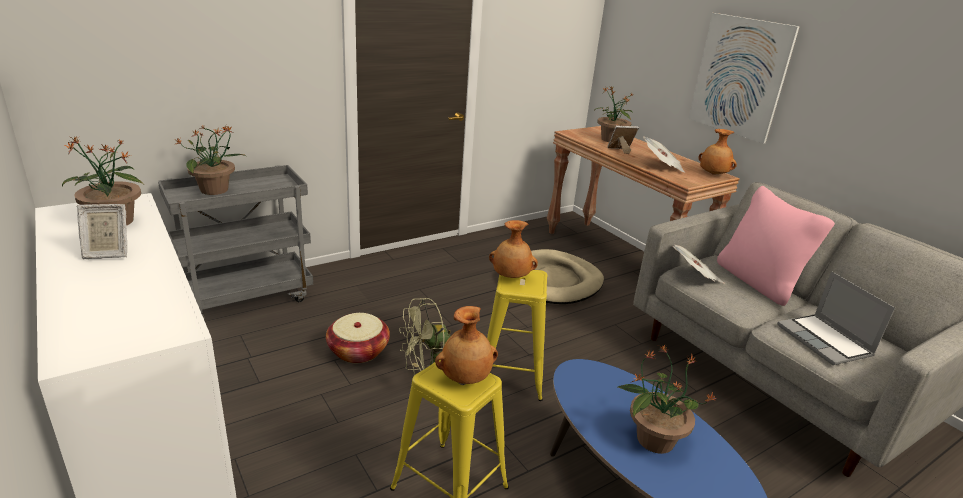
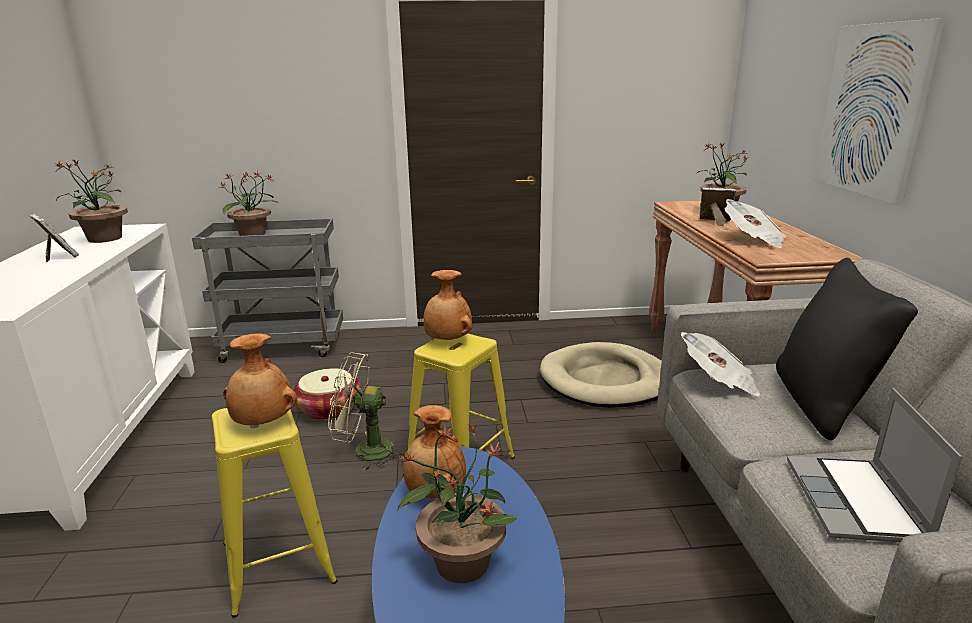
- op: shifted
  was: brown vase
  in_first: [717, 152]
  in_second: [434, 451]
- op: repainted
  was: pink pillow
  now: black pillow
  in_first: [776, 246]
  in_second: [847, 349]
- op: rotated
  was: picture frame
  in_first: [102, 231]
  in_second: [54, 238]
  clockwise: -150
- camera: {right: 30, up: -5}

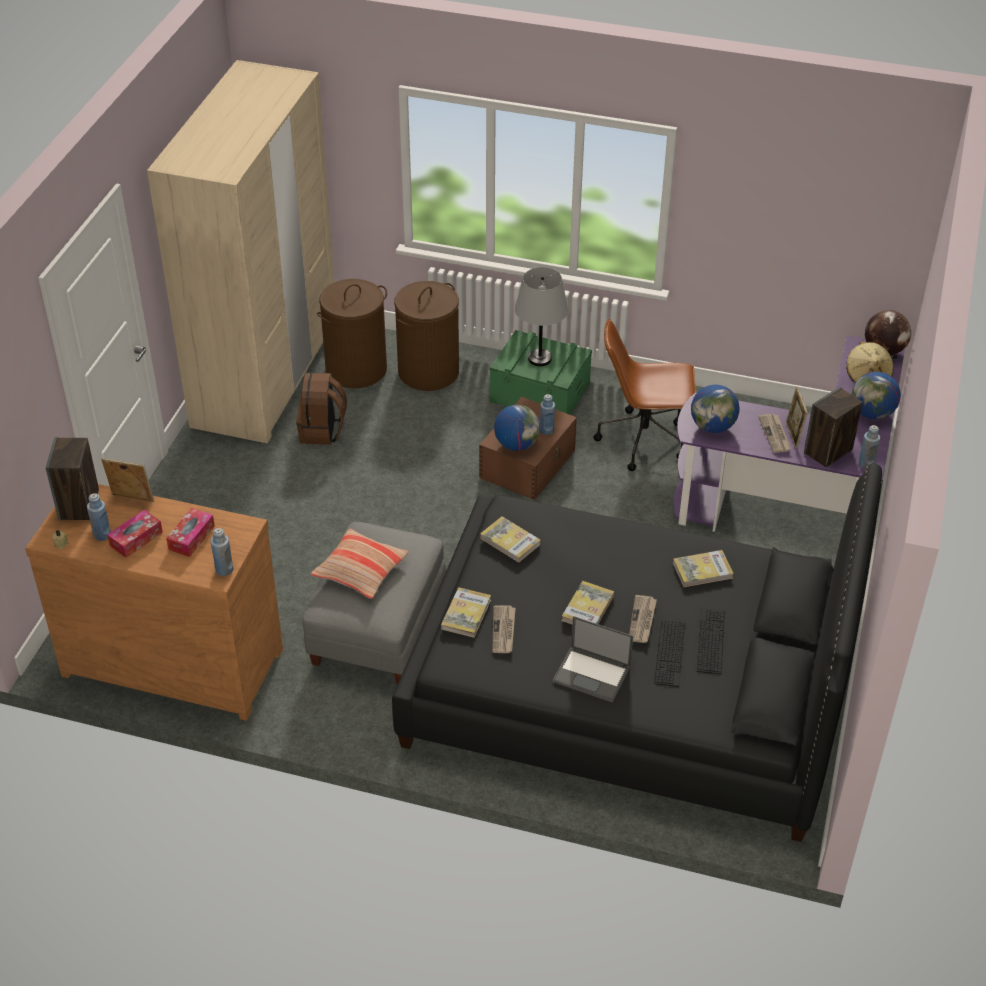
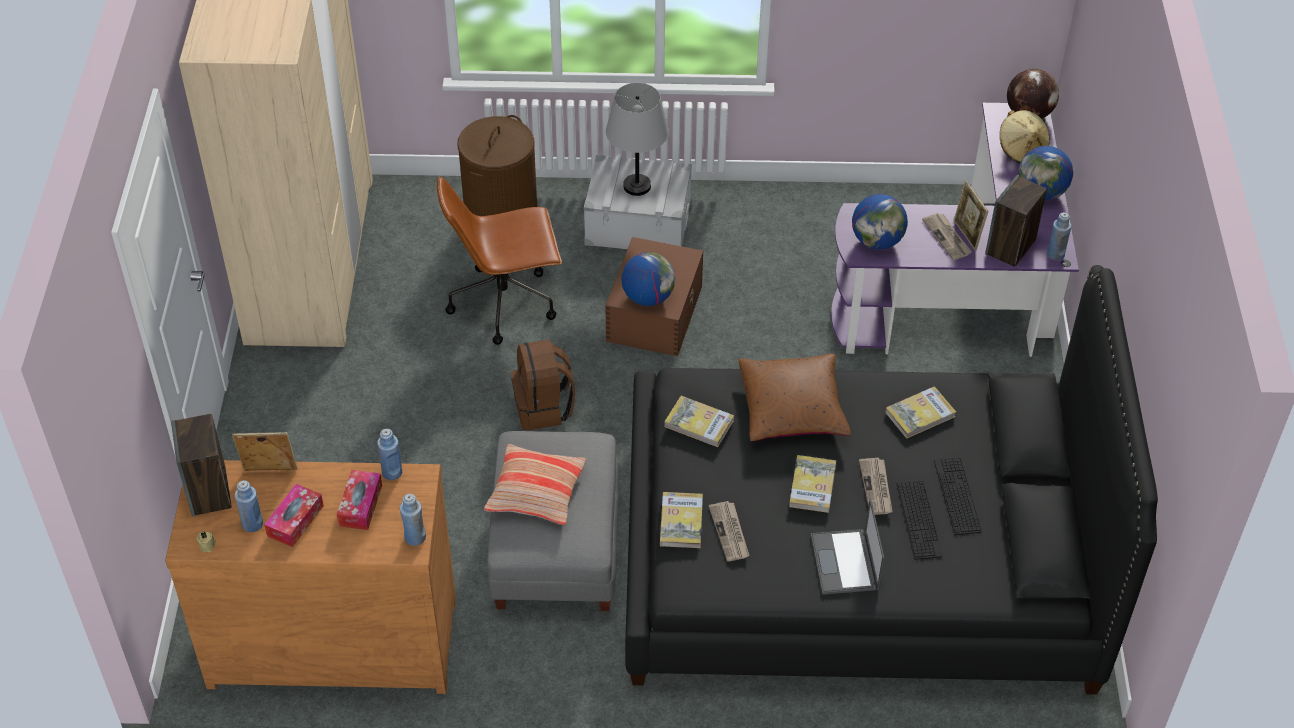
- op: gone
  was: brown laundry basket
  in_first: [352, 333]
- op: shifted
  was: brown office chair
  in_first: [644, 395]
  in_second: [499, 260]
- op: repainted
  was: green storage box
  now: grey storage box
  in_first: [540, 372]
  in_second: [638, 201]
- op: shifted
  was: brown backpack
  in_first: [321, 409]
  in_second: [543, 384]
- op: shifted
  was: blue bottle
  in_first: [547, 414]
  in_second: [389, 454]
- op: rotated
  was: laptop
  in_first: [593, 659]
  in_second: [847, 547]
  clockwise: 75
- op: new
  now: brown pillow
  in_second: [794, 397]
- camera: {right: -15, up: 5}

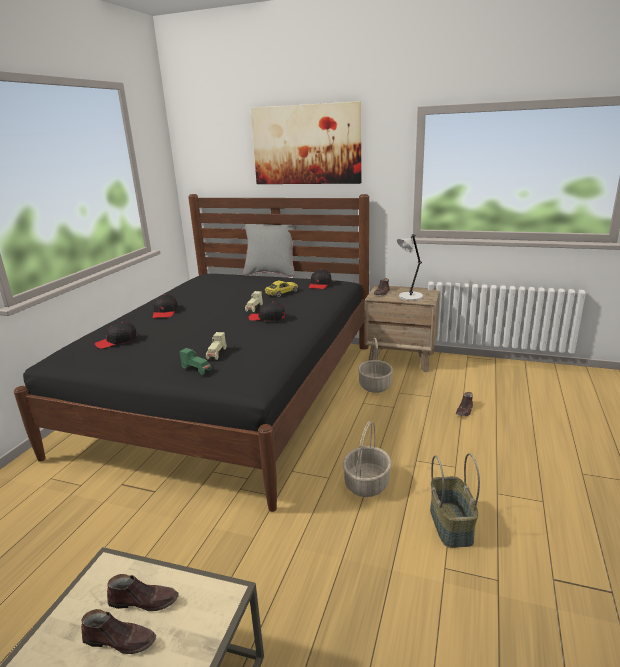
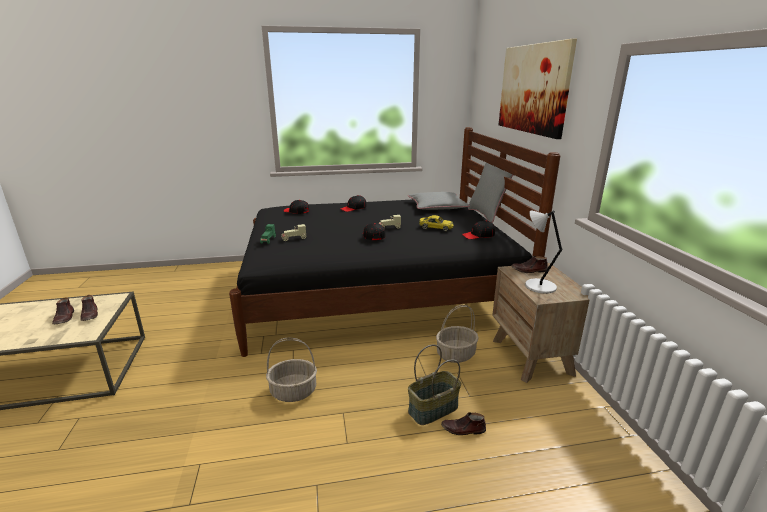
- op: shifted
  was: basket
  in_first: [455, 500]
  in_second: [434, 385]
- op: new
  now: grey pillow
  in_second: [439, 201]
- camera: {right: 60, up: 0}

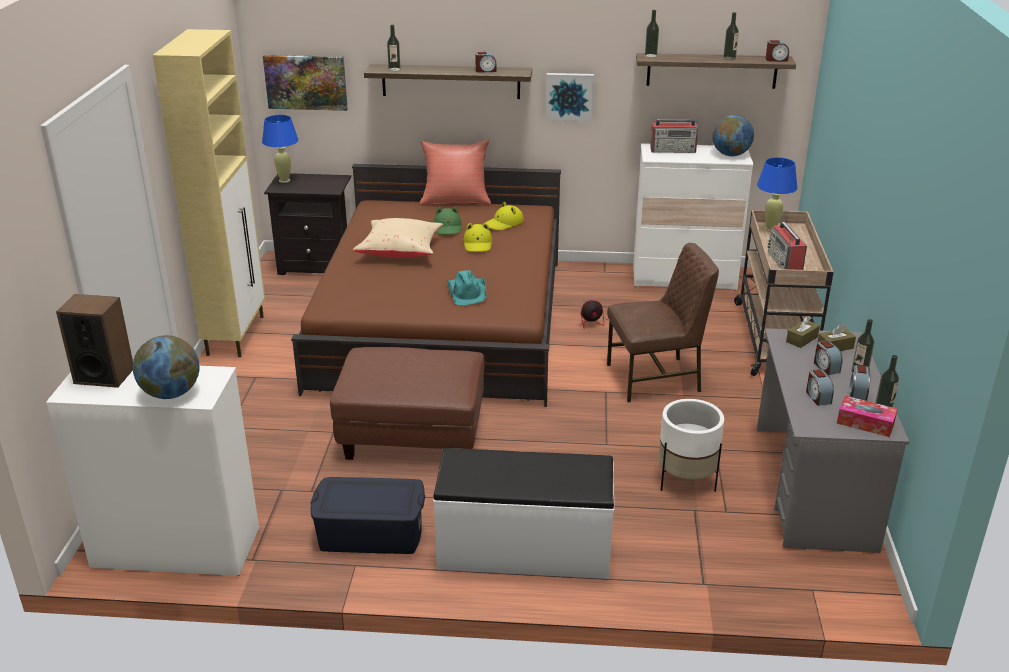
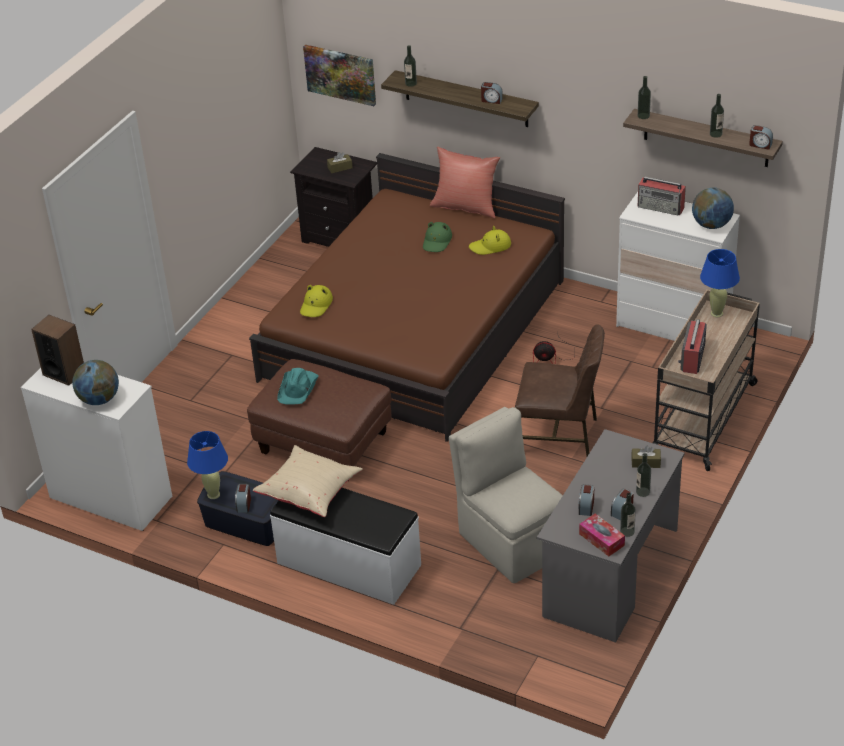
- op: gone
  was: beige cabinet
  in_first: [208, 193]
- op: gone
  was: picture
  in_first: [570, 97]
- op: shifted
  was: blue table lamp
  in_first: [280, 149]
  in_second: [207, 465]
- op: shifted
  was: beige pillow
  in_first: [398, 238]
  in_second: [308, 481]
- op: shifted
  was: yellow hat
  in_first: [477, 237]
  in_second: [316, 301]
- op: shifted
  was: turquoise hat
  in_first: [466, 287]
  in_second: [298, 386]
- op: shifted
  was: brown tissue box
  in_first: [803, 332]
  in_second: [340, 162]
- op: shifted
  was: alarm clock
  in_first: [828, 357]
  in_second: [243, 498]
- op: swapped
  was: white planter
  now: beige chair
  in_first: [691, 445]
  in_second: [506, 495]
- camera: {right: 25, up: 10}

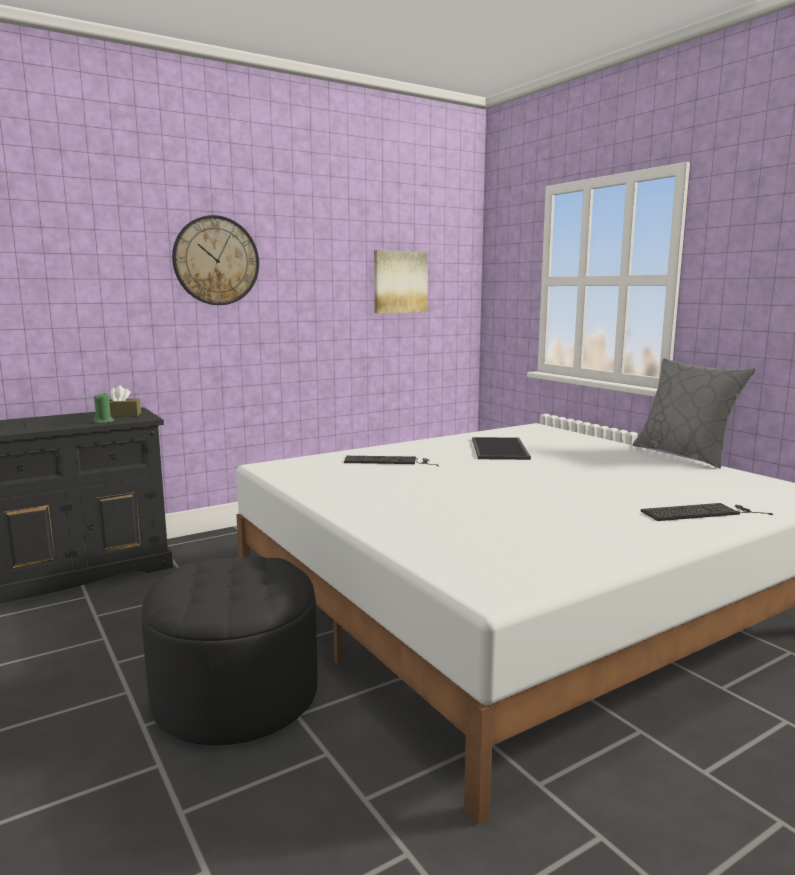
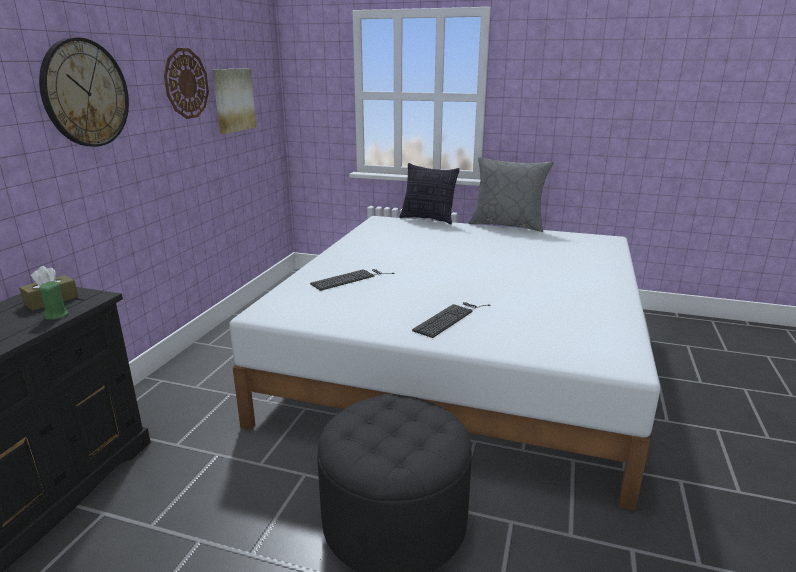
- op: gone
  was: tray
  in_first: [501, 448]
- op: shifted
  was: keyboard
  in_first: [707, 512]
  in_second: [451, 320]
- op: new
  now: wall clock
  in_second: [186, 83]
- op: new
  now: pillow
  in_second: [430, 193]
- camera: {right: -40, up: 10}

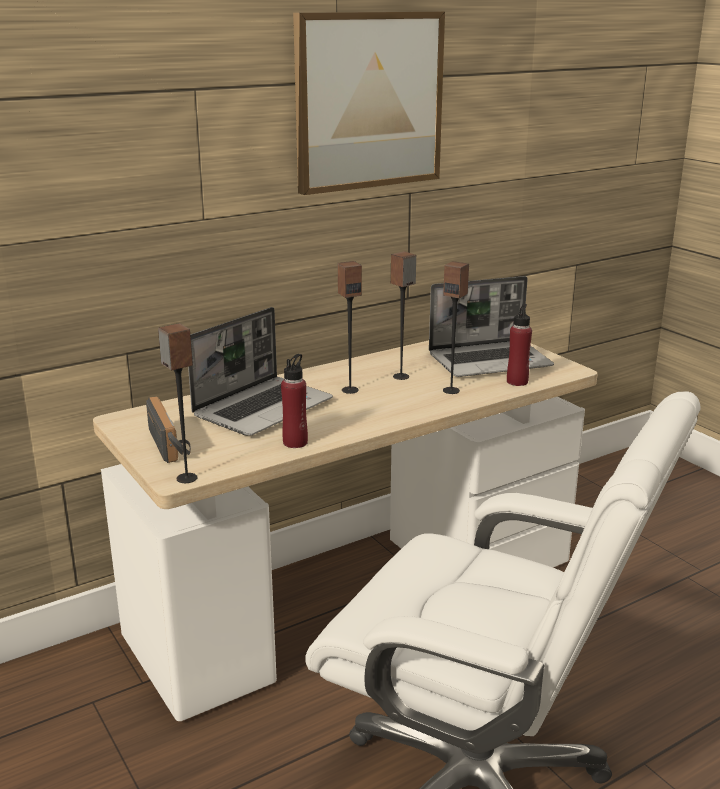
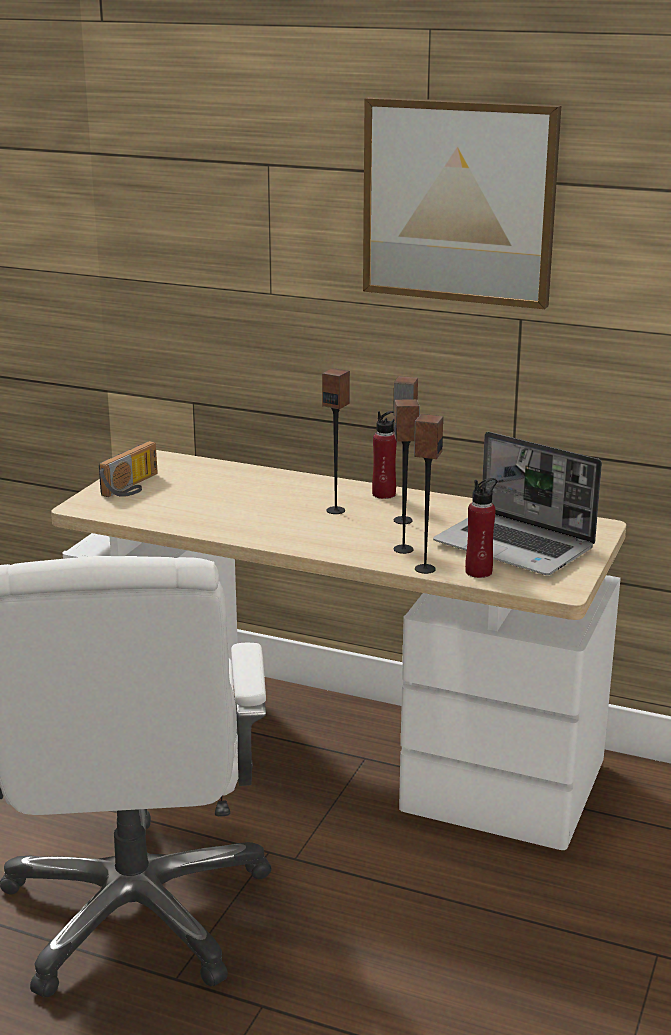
- op: gone
  was: laptop
  in_first: [260, 371]
- op: shifted
  was: speaker
  in_first: [177, 403]
  in_second: [428, 494]
- op: shifted
  was: red bottle
  in_first: [294, 401]
  in_second: [384, 455]
- camera: {right: 55, up: 0}

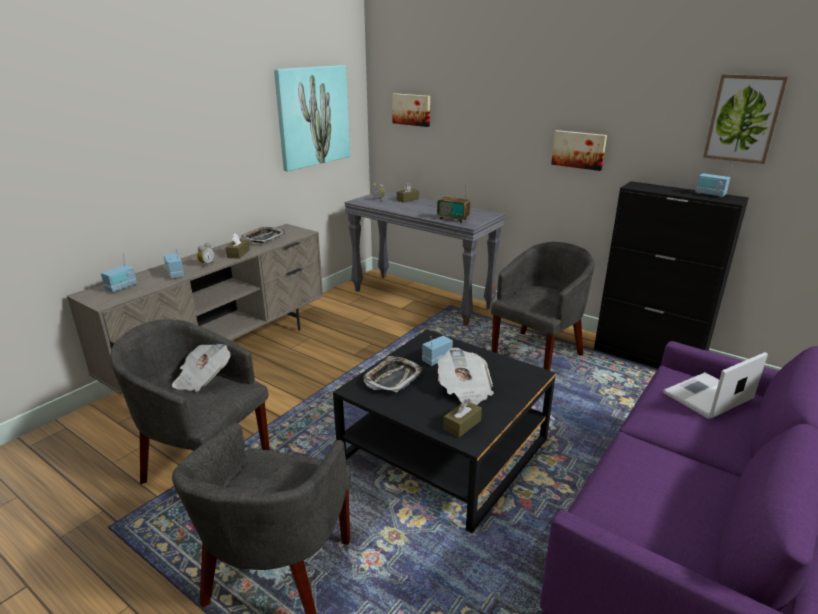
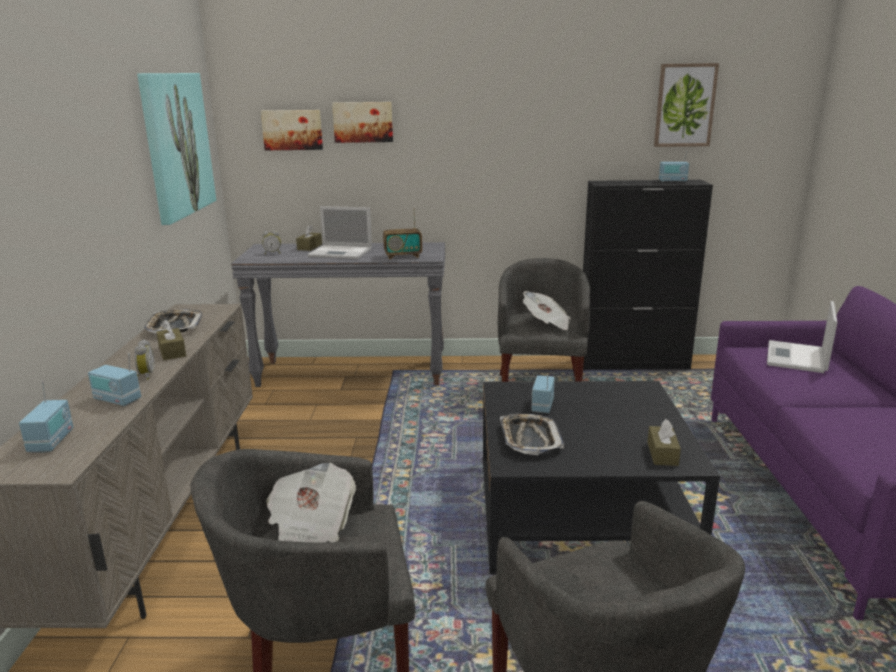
- op: shifted
  was: picture
  in_first: [579, 150]
  in_second: [362, 122]
- op: shifted
  was: newspaper
  in_first: [466, 376]
  in_second: [547, 310]
- op: new
  now: laptop
  in_second: [339, 232]
- camera: {right: -35, up: -5}

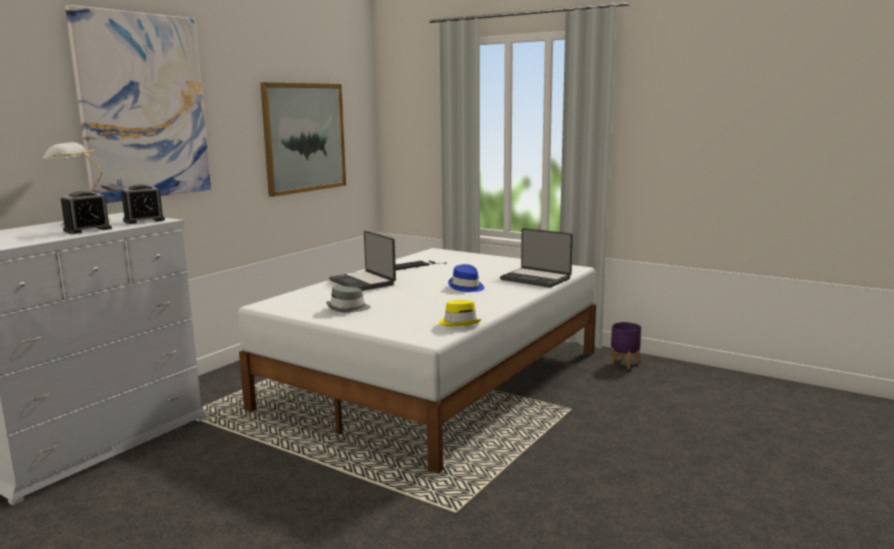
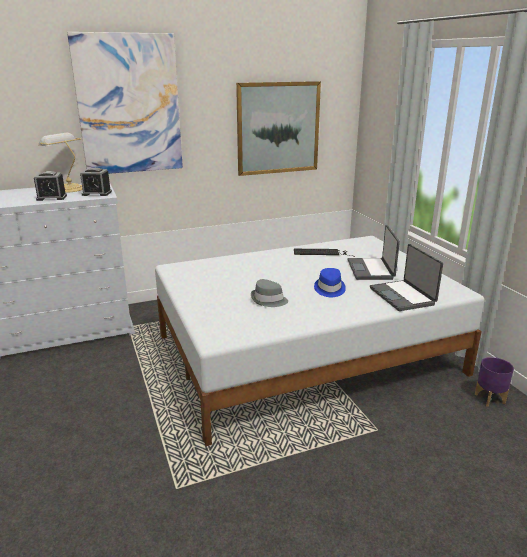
- op: shifted
  was: laptop
  in_first: [362, 261]
  in_second: [373, 252]
- op: shifted
  was: grey hat
  in_first: [348, 299]
  in_second: [269, 293]
- op: gone
  was: yellow hat
  in_first: [460, 313]
- camera: {right: 35, up: 10}

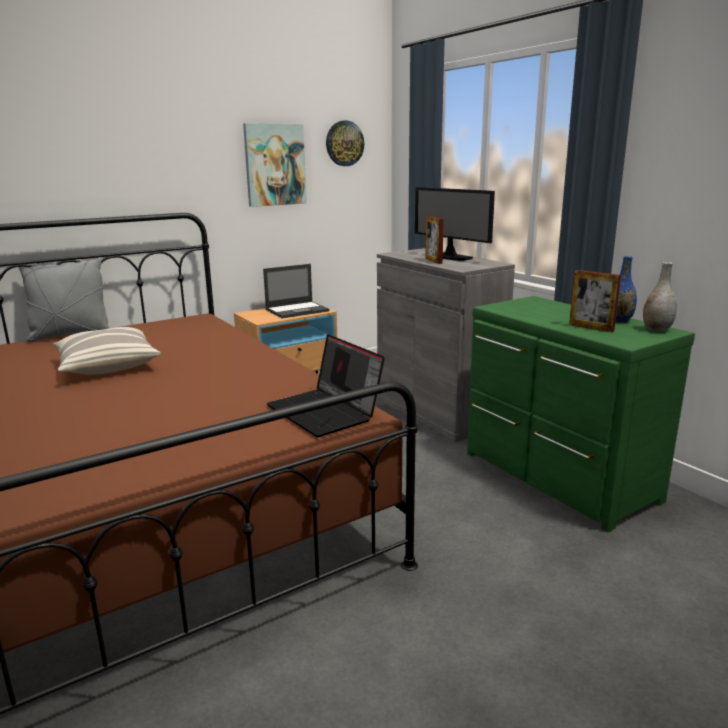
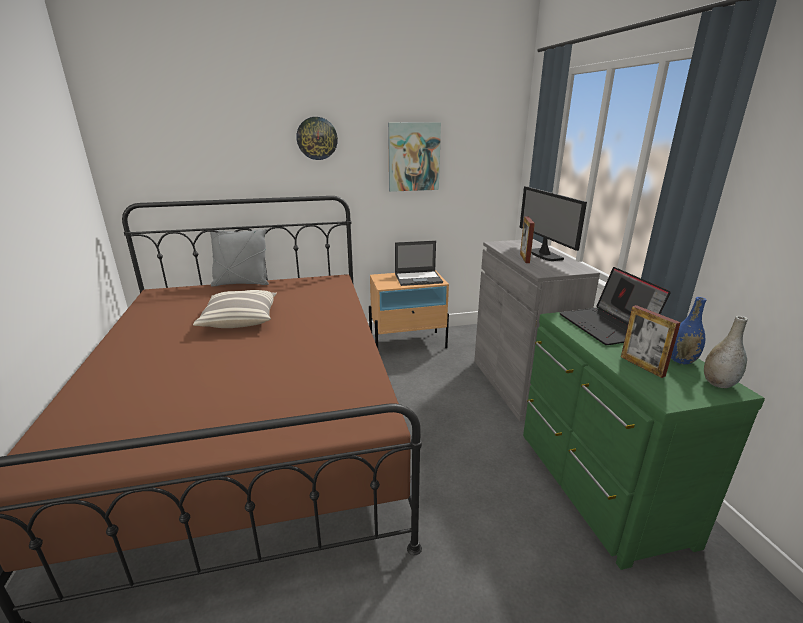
- op: shifted
  was: wall clock
  in_first: [345, 143]
  in_second: [317, 138]
- op: shifted
  was: laptop
  in_first: [326, 385]
  in_second: [615, 306]
- camera: {right: 20, up: 5}

